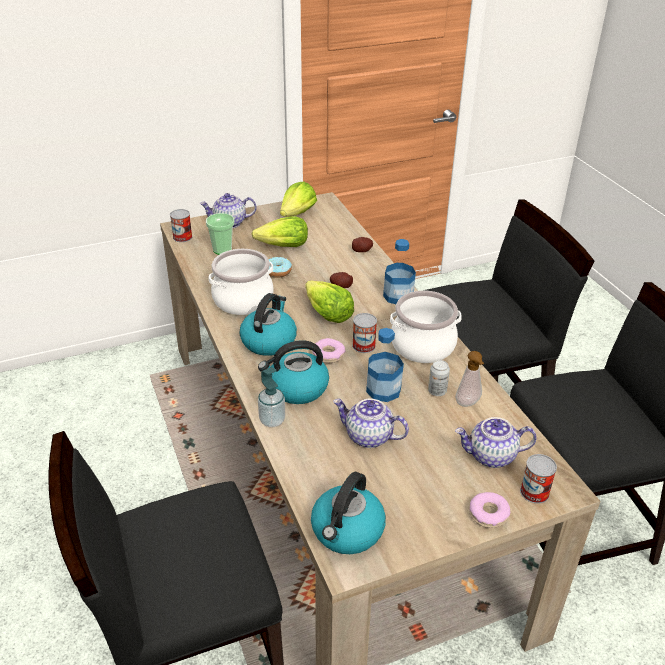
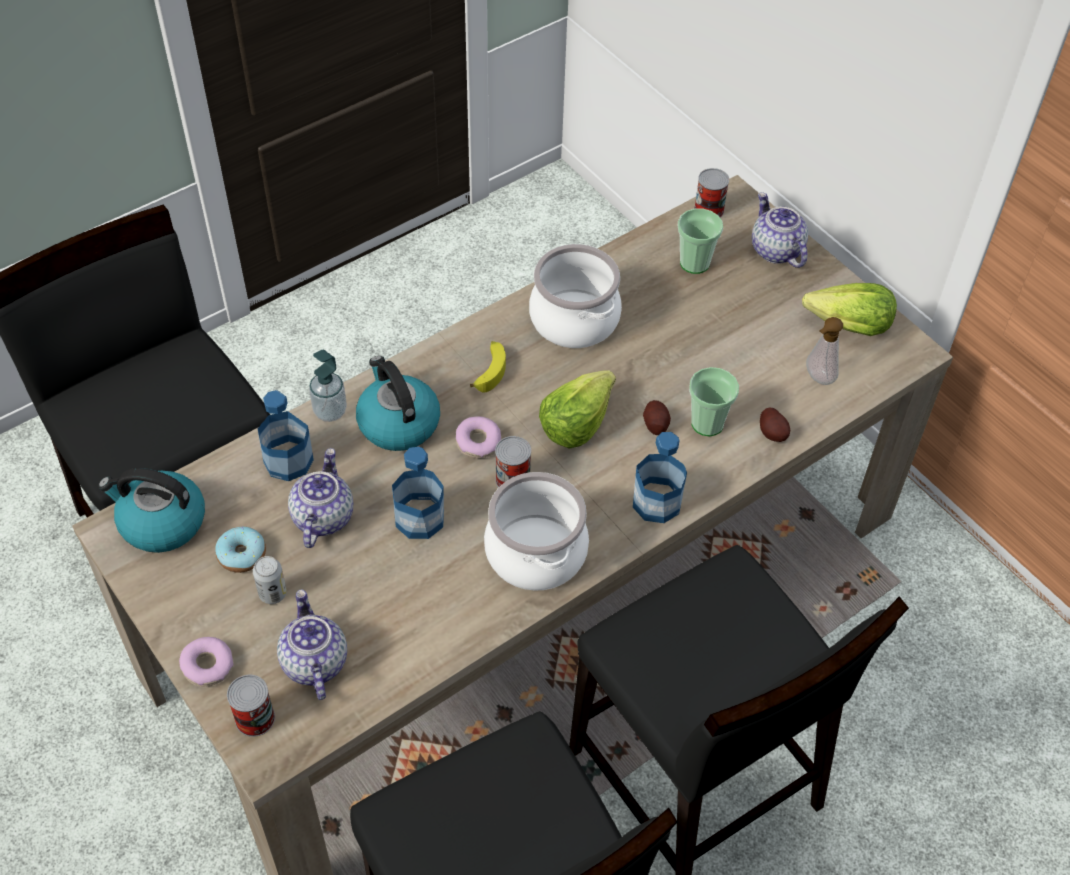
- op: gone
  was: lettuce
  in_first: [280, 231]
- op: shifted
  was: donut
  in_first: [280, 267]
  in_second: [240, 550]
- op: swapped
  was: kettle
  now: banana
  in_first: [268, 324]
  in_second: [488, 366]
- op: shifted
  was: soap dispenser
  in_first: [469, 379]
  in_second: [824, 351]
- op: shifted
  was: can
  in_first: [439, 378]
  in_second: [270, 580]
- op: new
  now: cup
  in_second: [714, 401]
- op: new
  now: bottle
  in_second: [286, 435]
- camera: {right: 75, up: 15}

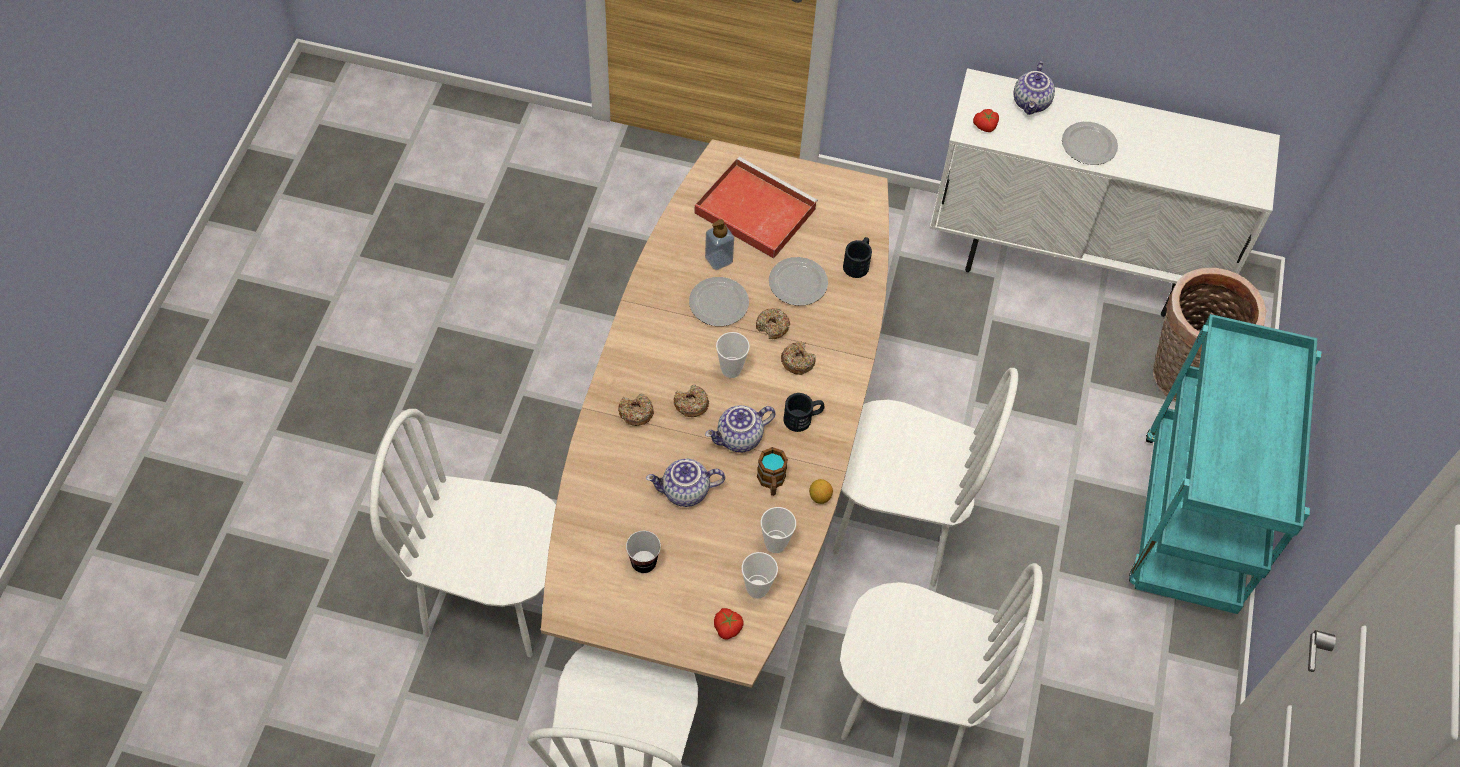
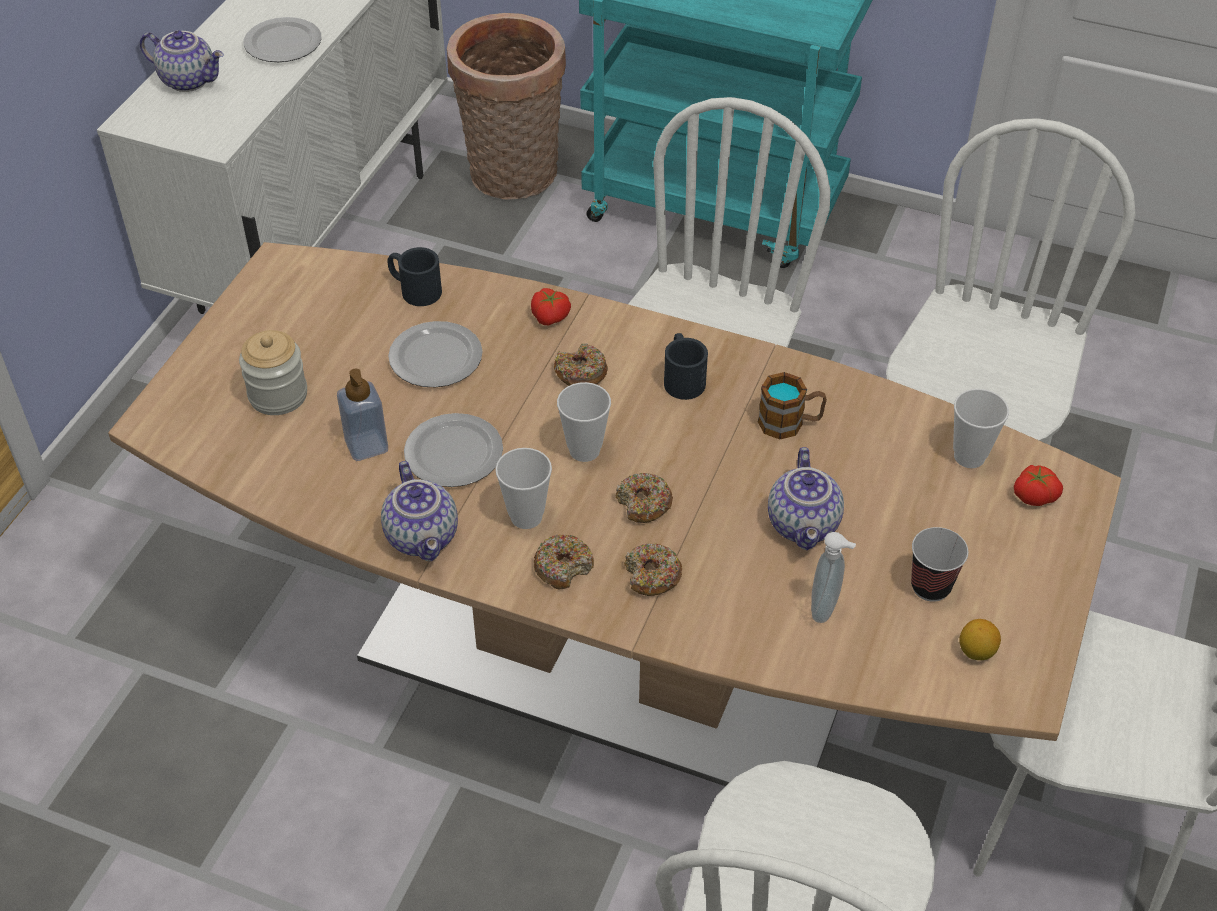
- op: shifted
  was: tomato
  in_first: [986, 120]
  in_second: [551, 306]
- op: swapped
  was: red tray
  now: jar
  in_first: [756, 208]
  in_second: [273, 372]
- op: shifted
  was: donut
  in_first: [773, 323]
  in_second: [564, 562]
- op: shifted
  was: teapot
  in_first: [740, 428]
  in_second: [419, 511]
- op: shifted
  was: lemon
  in_first: [821, 491]
  in_second: [980, 639]
- op: shifted
  was: cup
  in_first: [778, 530]
  in_second: [523, 488]
- op: new
  now: soap dispenser
  in_second: [833, 577]
- camera: {right: -80, up: -10}

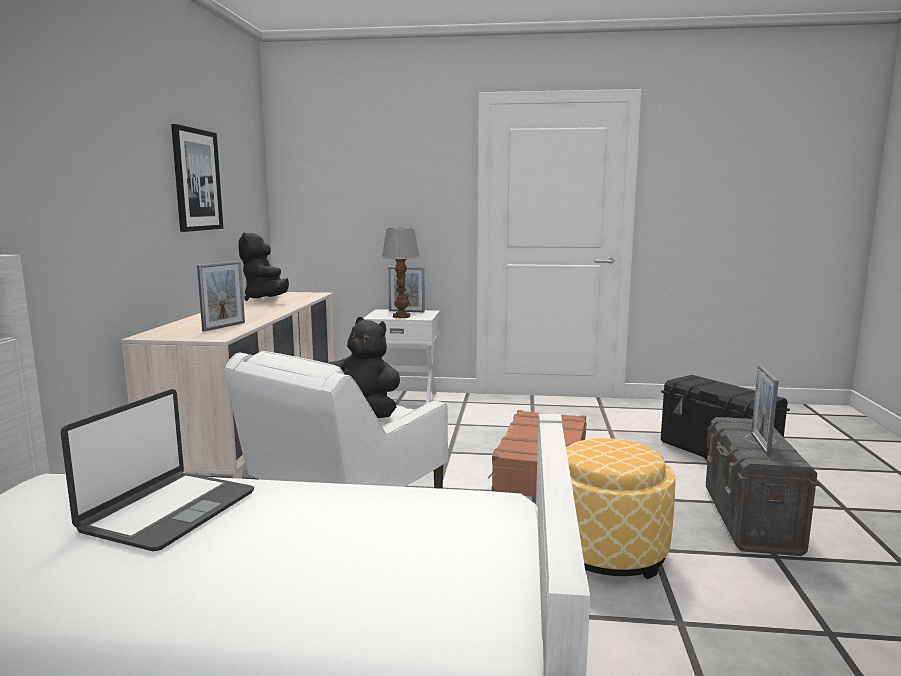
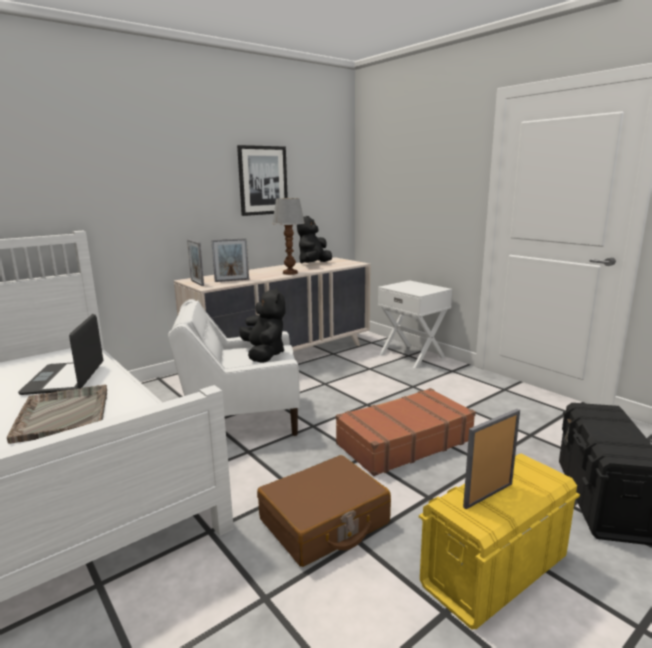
- op: shifted
  was: table lamp
  in_first: [400, 273]
  in_second: [288, 236]
- op: shifted
  was: picture frame
  in_first: [406, 290]
  in_second: [195, 262]
- op: rotated
  was: laptop
  in_first: [157, 470]
  in_second: [60, 354]
  clockwise: 105
- op: repainted
  was: grey storage box
  now: yellow storage box
  in_first: [763, 486]
  in_second: [499, 541]
- op: swapped
  was: ottoman
  now: brown suitcase
  in_first: [621, 508]
  in_second: [324, 511]
- op: new
  now: grey tray
  in_second: [57, 414]
- camera: {right: 45, up: 5}

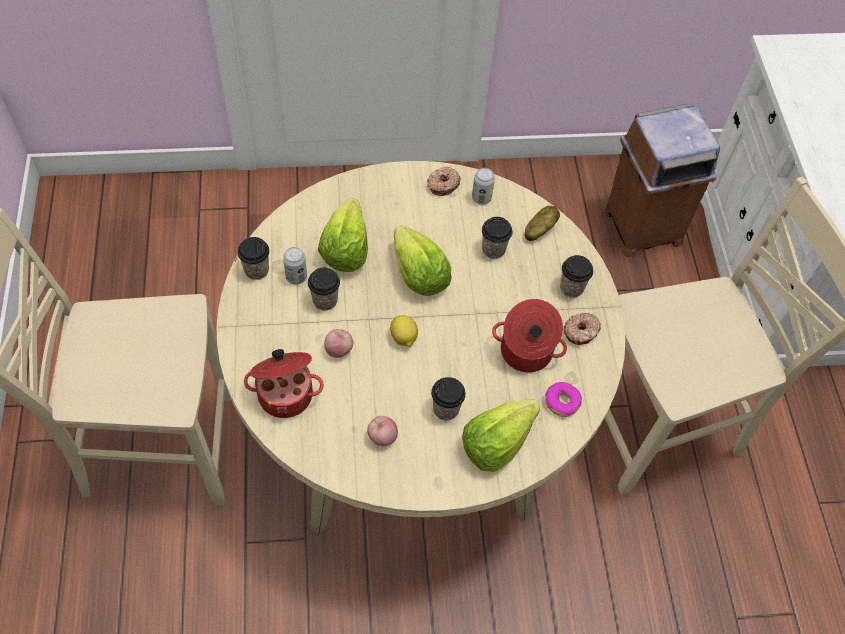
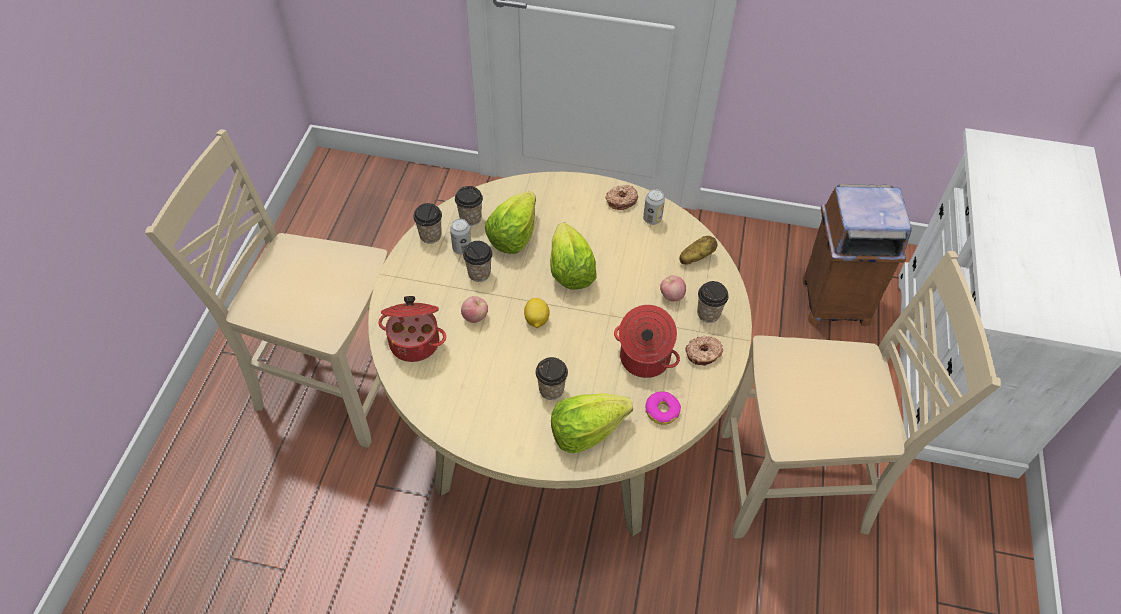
- op: shifted
  was: cup
  in_first: [497, 238]
  in_second: [469, 206]
- op: shifted
  was: apple
  in_first: [382, 431]
  in_second: [673, 288]
- camera: {right: 20, up: -5}

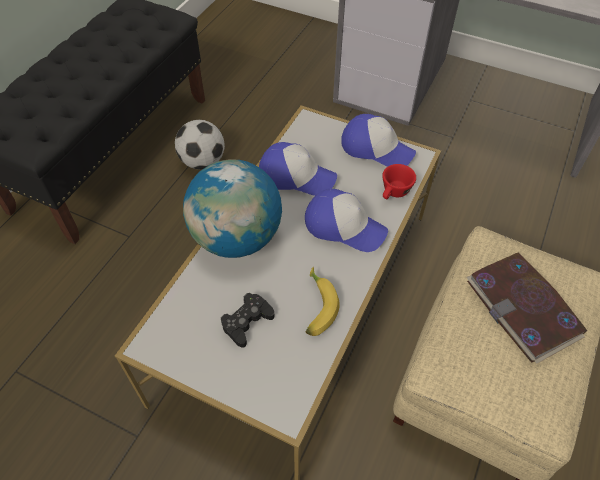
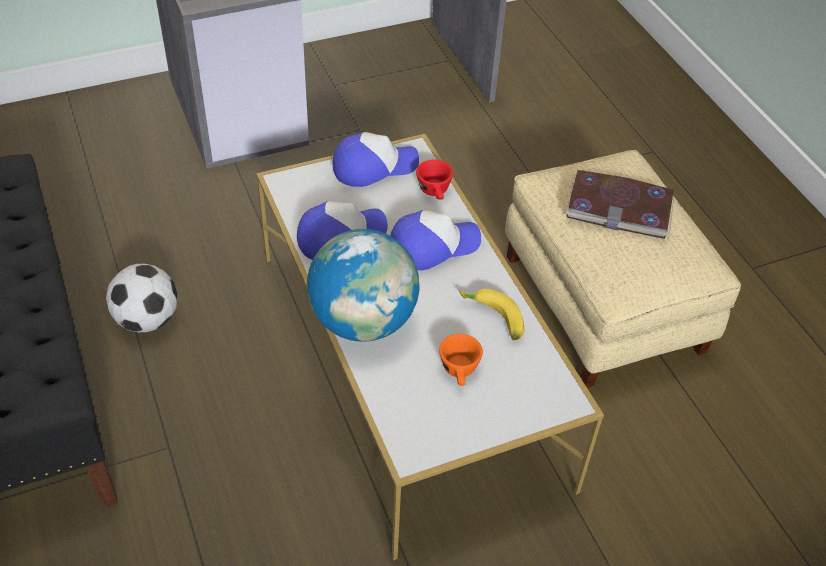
- op: swapped
  was: black game controller
  now: orange cup
  in_first: [247, 320]
  in_second: [461, 360]
- camera: {right: -50, up: -5}

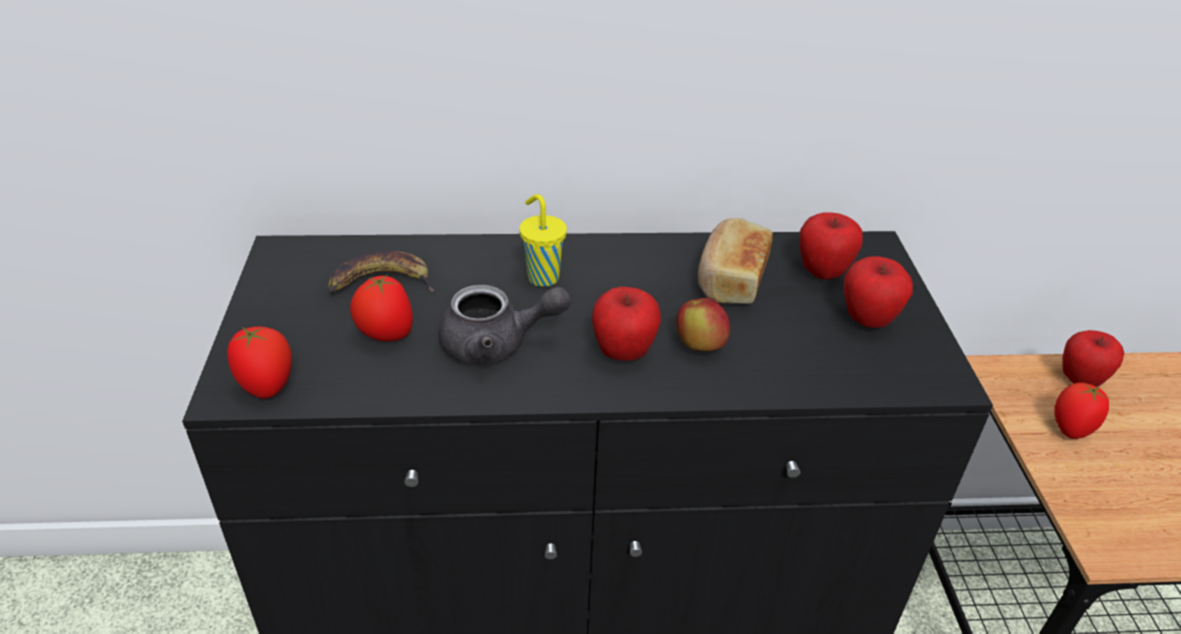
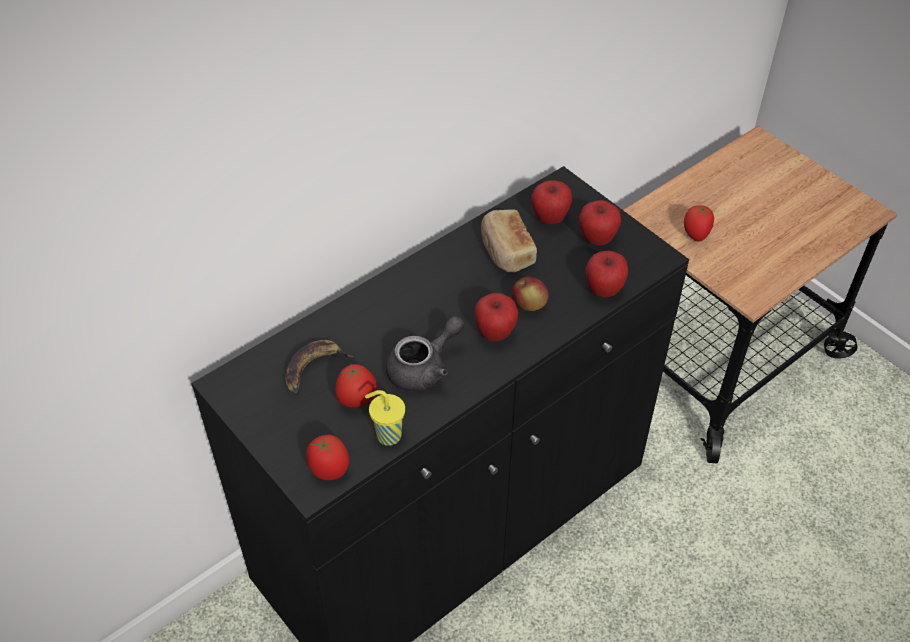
- op: shifted
  was: yellow cup
  in_first: [543, 240]
  in_second: [385, 418]
- op: shifted
  was: apple
  in_first: [1093, 358]
  in_second: [606, 273]
- camera: {right: -35, up: 10}

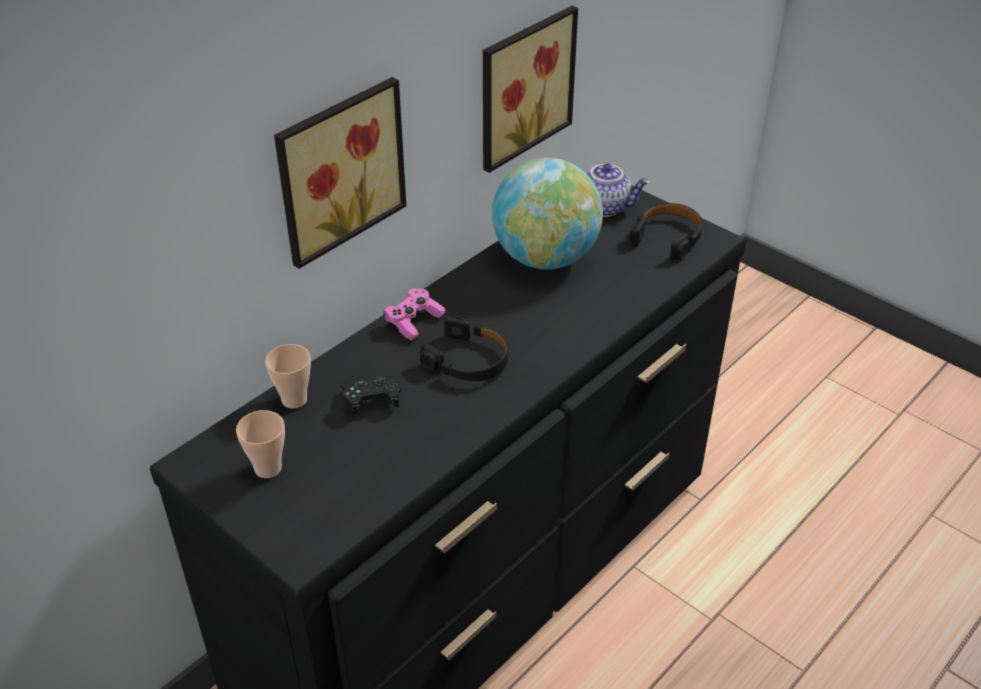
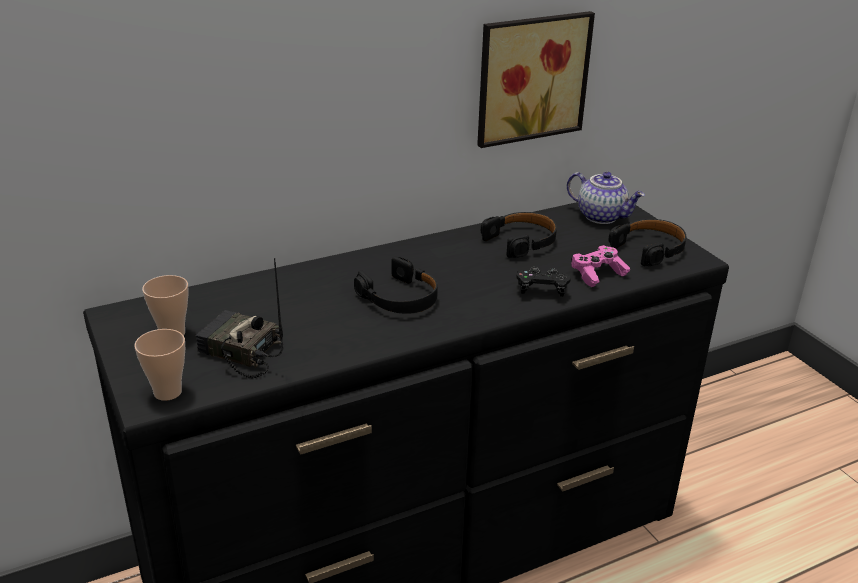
- op: gone
  was: picture
  in_first: [340, 173]
- op: swapped
  was: globe
  now: black headphones
  in_first: [547, 213]
  in_second: [519, 235]
- op: shifted
  was: pink game controller
  in_first: [415, 314]
  in_second: [600, 266]
- op: shifted
  was: cup
  in_first: [288, 376]
  in_second: [159, 365]
- op: shifted
  was: black game controller
  in_first: [371, 394]
  in_second: [543, 282]
- op: new
  now: radio
  in_second: [239, 318]
- camera: {right: 20, up: -10}

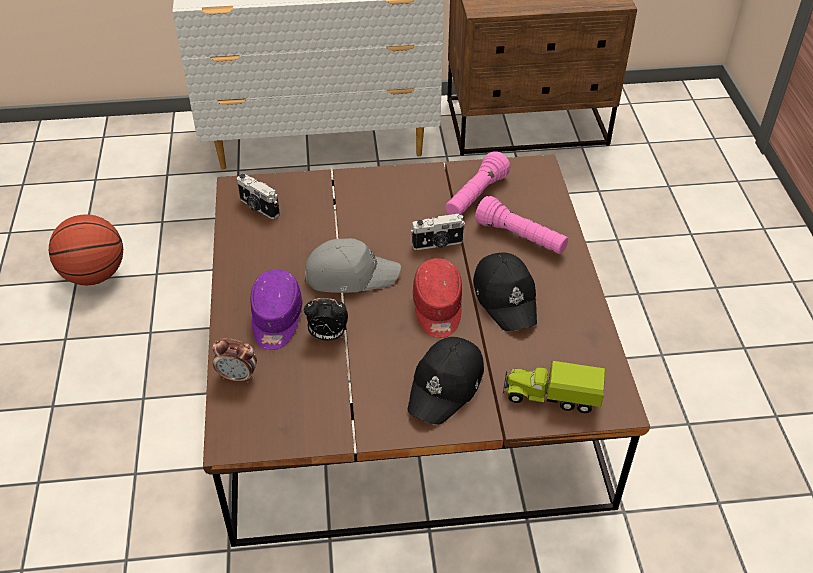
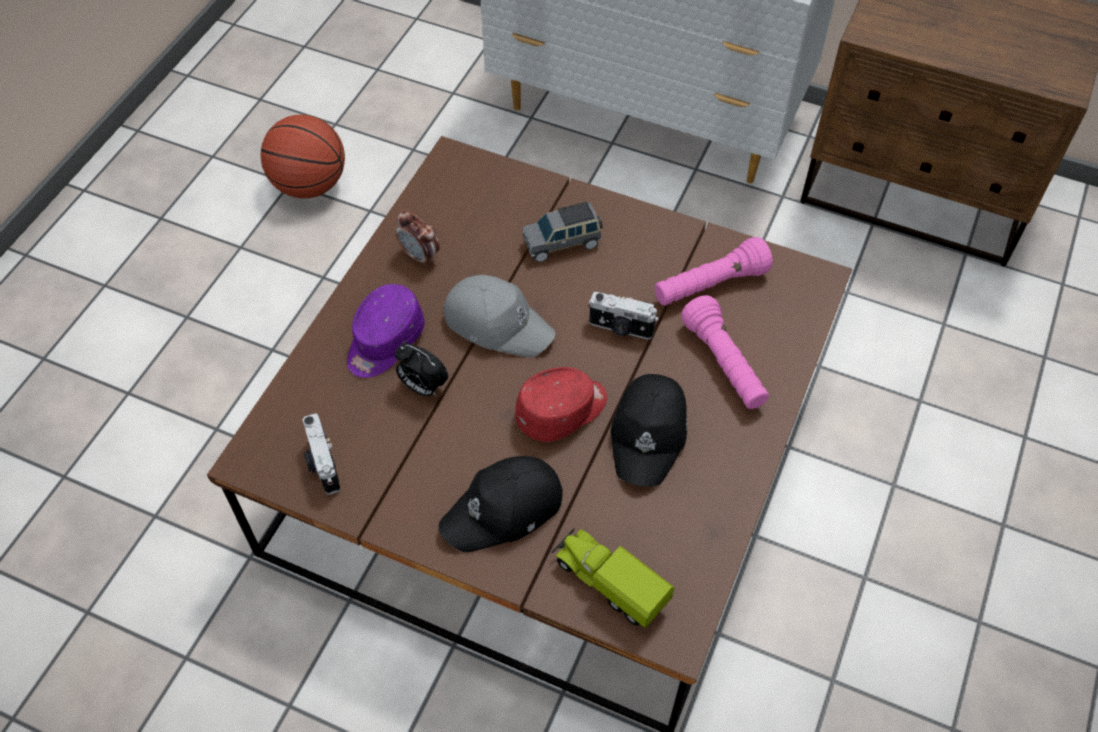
- op: shifted
  was: photo camera
  in_first: [258, 196]
  in_second: [322, 454]
- op: rotated
  was: red cap
  in_first: [437, 298]
  in_second: [561, 404]
  clockwise: -150
- op: shifted
  was: alarm clock
  in_first: [234, 360]
  in_second: [418, 238]
- op: new
  now: grey toy car
  in_second: [562, 231]
- camera: {right: 30, up: 10}

